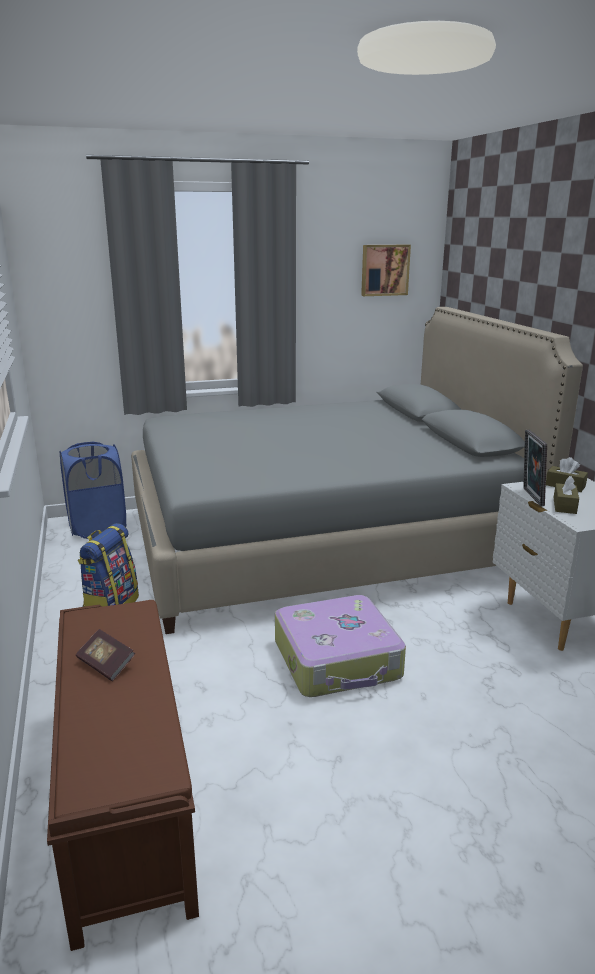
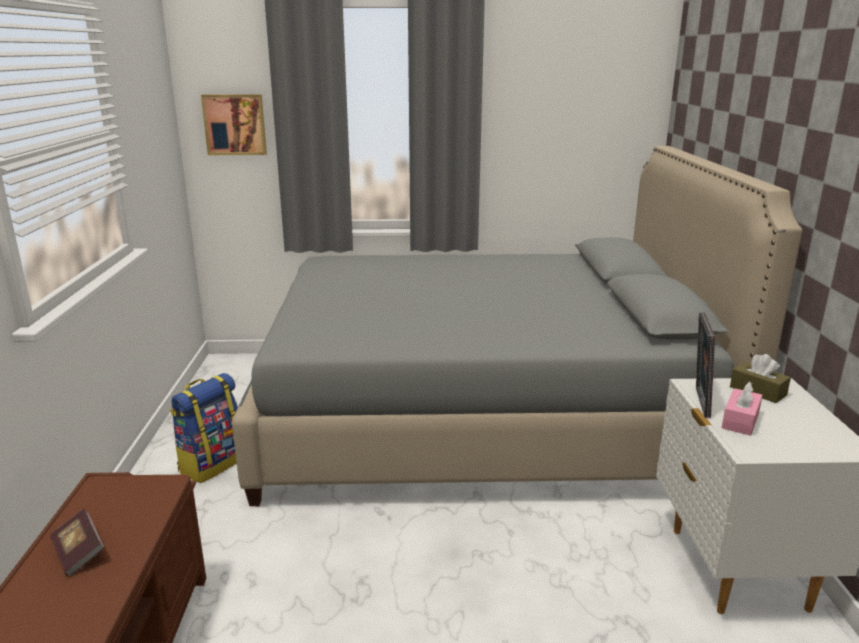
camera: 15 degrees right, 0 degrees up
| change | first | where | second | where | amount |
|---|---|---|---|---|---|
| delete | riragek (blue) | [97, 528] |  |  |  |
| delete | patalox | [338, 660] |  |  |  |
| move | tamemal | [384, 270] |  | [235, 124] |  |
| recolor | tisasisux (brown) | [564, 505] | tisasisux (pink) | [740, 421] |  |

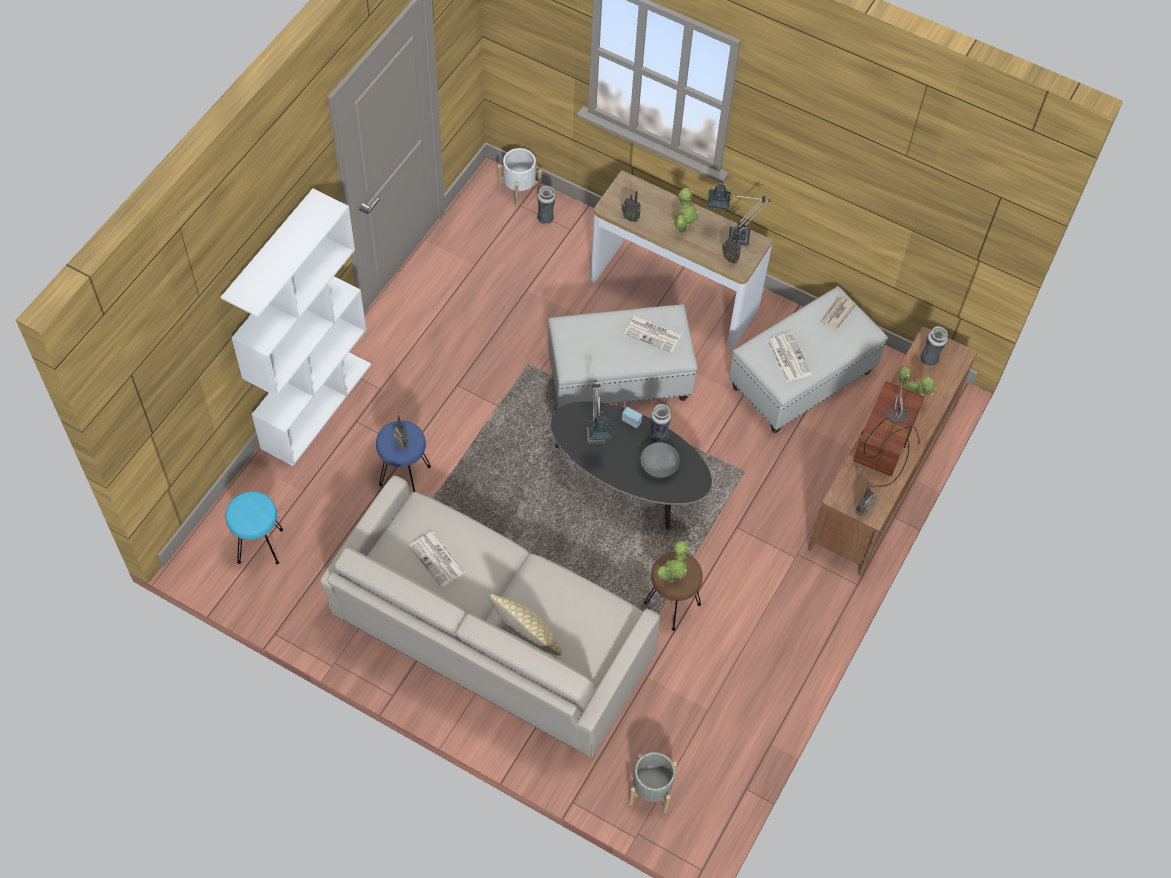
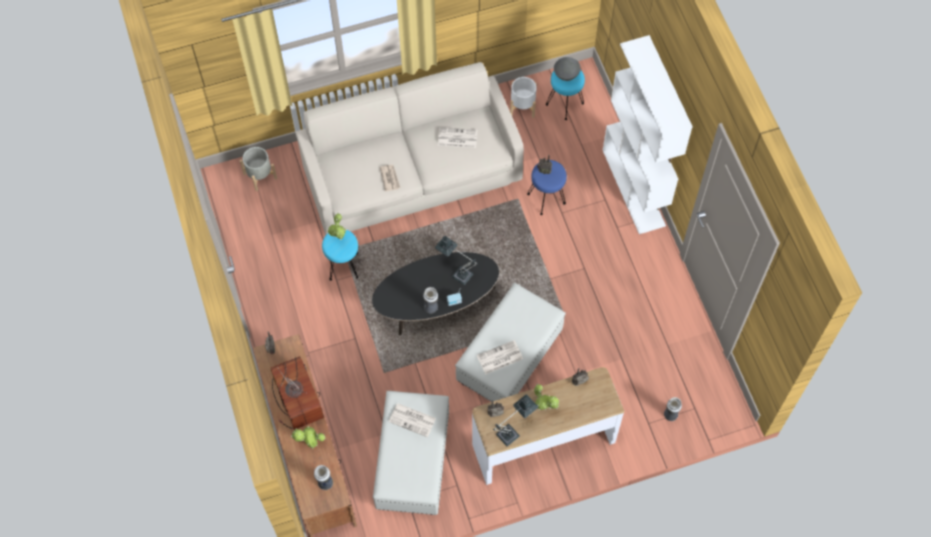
camera: 135 degrees right, 5 degrees up
| change | first | where | second | where | amount |
|---|---|---|---|---|---|
| delete | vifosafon | [527, 639] |  |  |  |
| move | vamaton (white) | [519, 190] |  | [522, 106] |  |
| move | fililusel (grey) | [659, 467] |  | [566, 74] |  |
| recolor | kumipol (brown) | [671, 604] | kumipol (turquoise) | [343, 266] |  |
| move | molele | [836, 314] |  | [390, 178] |  |

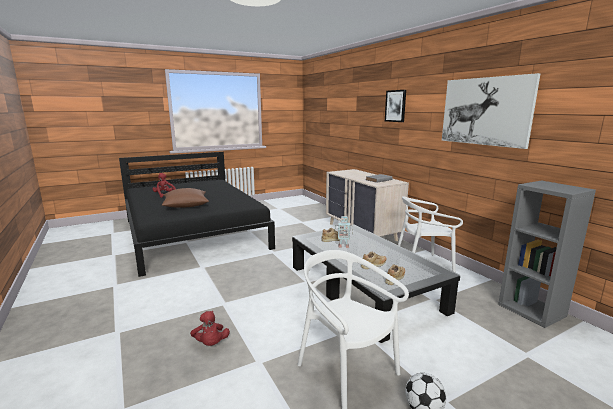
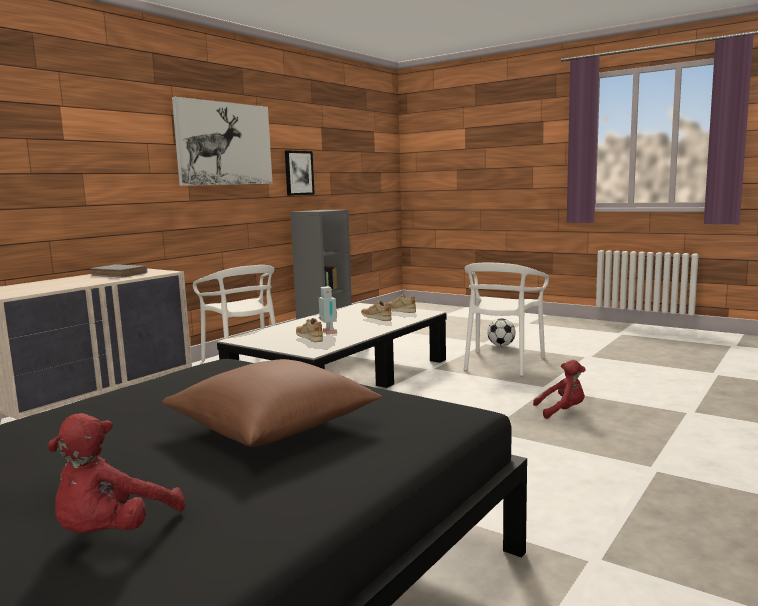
camera: 115 degrees left, 5 degrees down
| change | first | where | second | where | amount |
|---|---|---|---|---|---|
| rotate | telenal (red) | [210, 344] |  | [562, 411] | 45 degrees clockwise |
| move | tamemal | [395, 106] |  | [298, 173] |  |

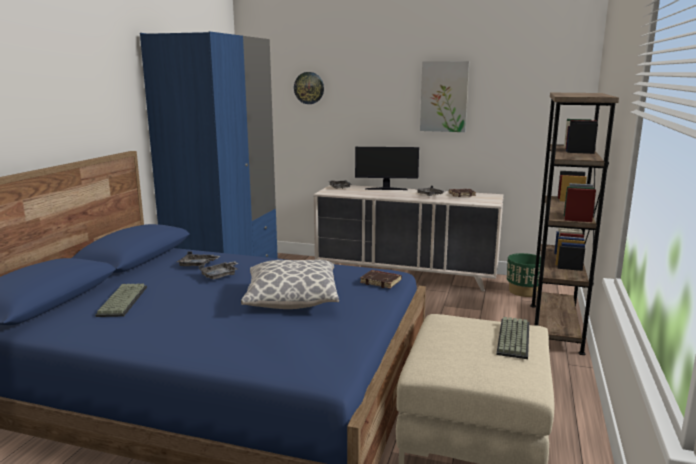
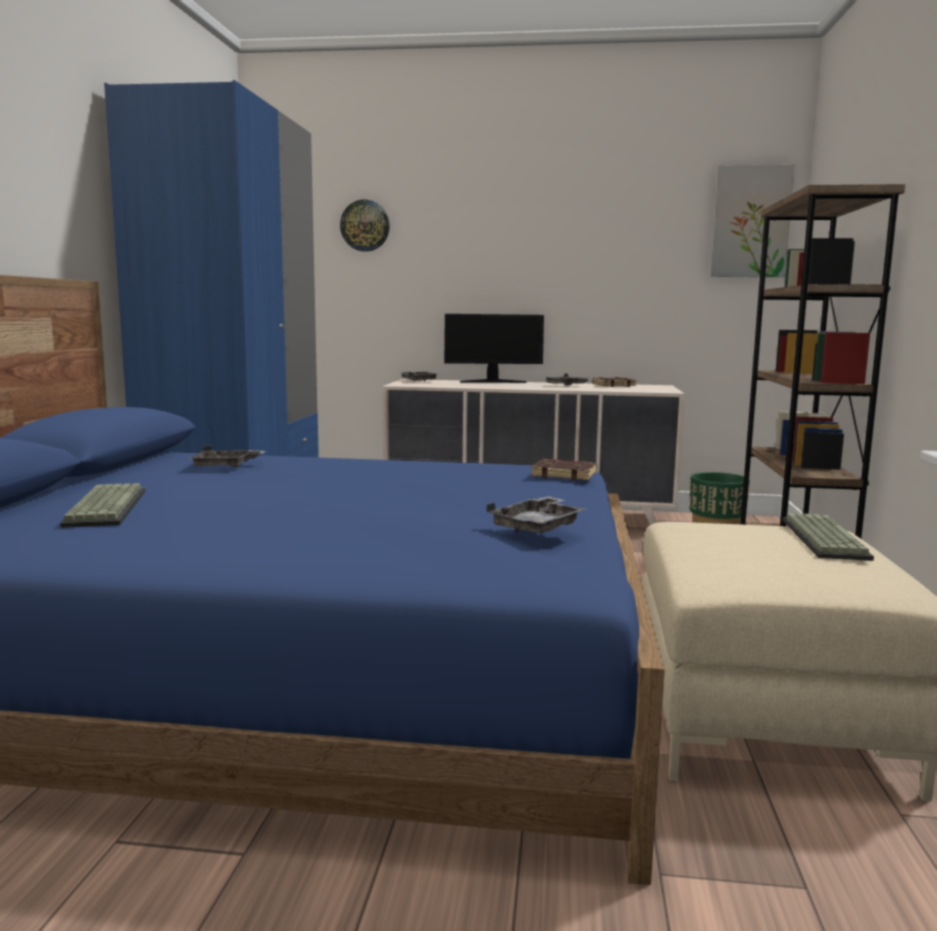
camera: 10 degrees left, 5 degrees down
| change | first | where | second | where | amount |
|---|---|---|---|---|---|
| move | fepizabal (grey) | [220, 275] |  | [538, 527] |  |
| delete | vifosafon | [291, 301] |  |  |  |
| move | tamemal | [444, 96] |  | [750, 222] |  |

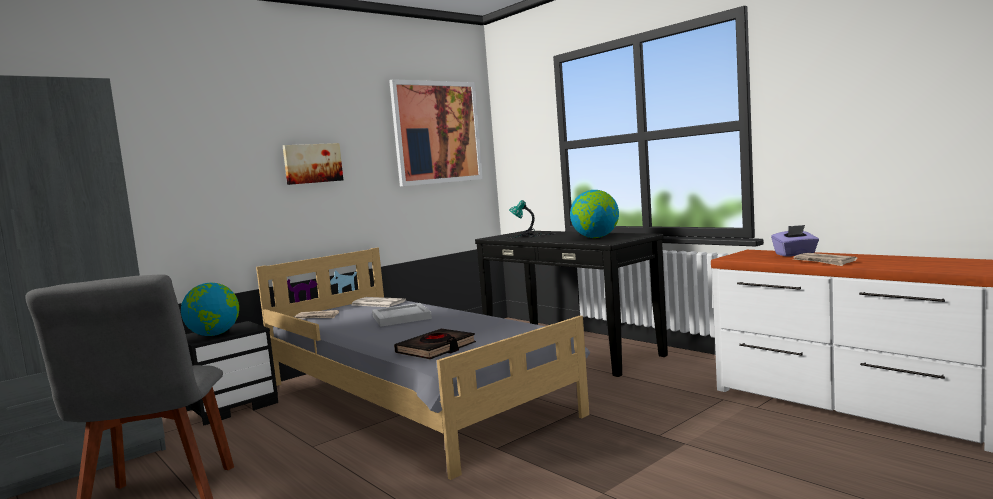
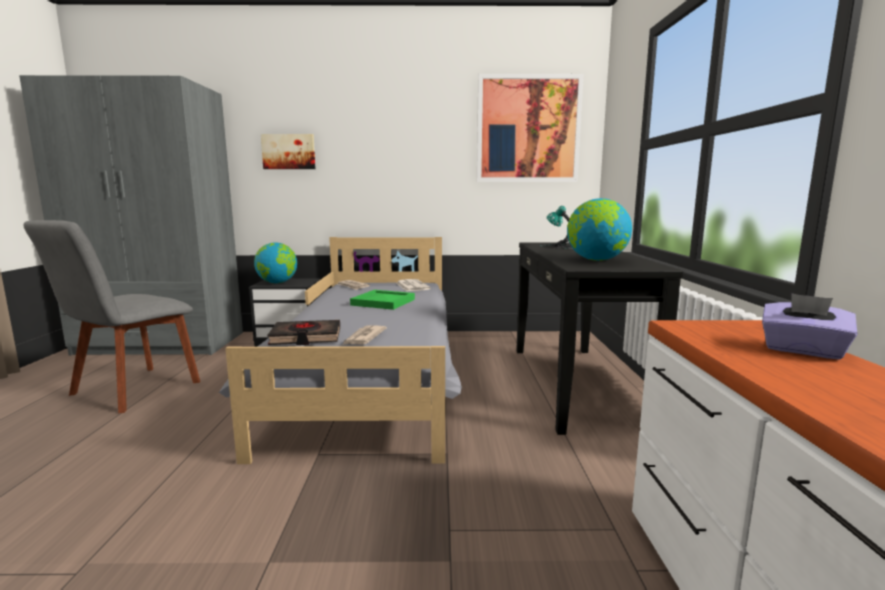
camera: 40 degrees right, 5 degrees up
| change | first | where | second | where | amount |
|---|---|---|---|---|---|
| move | tamemal | [312, 163] |  | [289, 152] |  |
| recolor | fepizabal (white) | [402, 317] | fepizabal (green) | [383, 302] |  |
| move | molele | [824, 262] |  | [363, 338] |  |

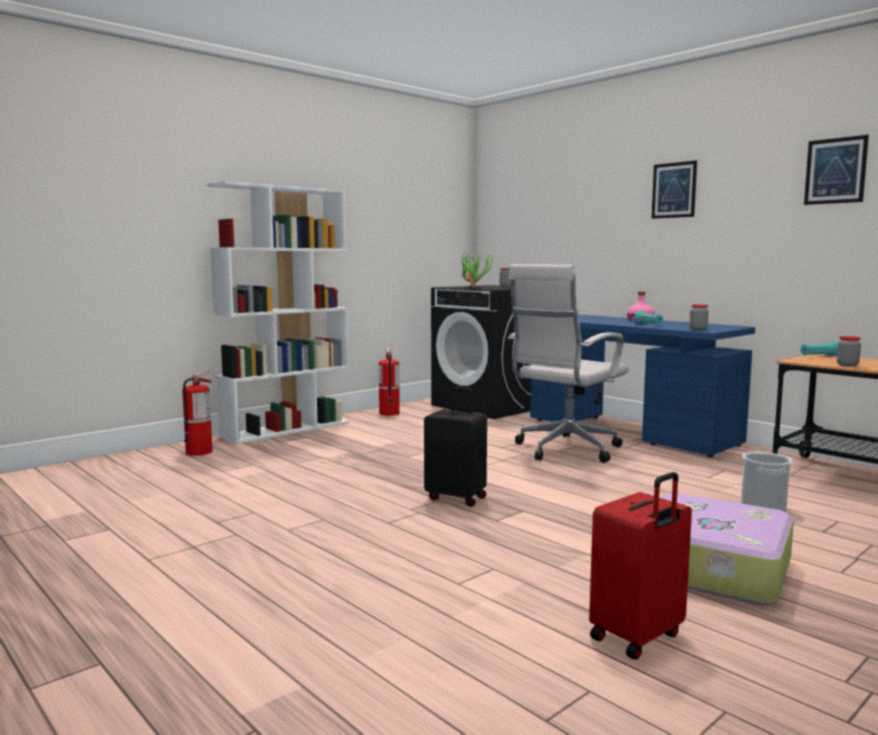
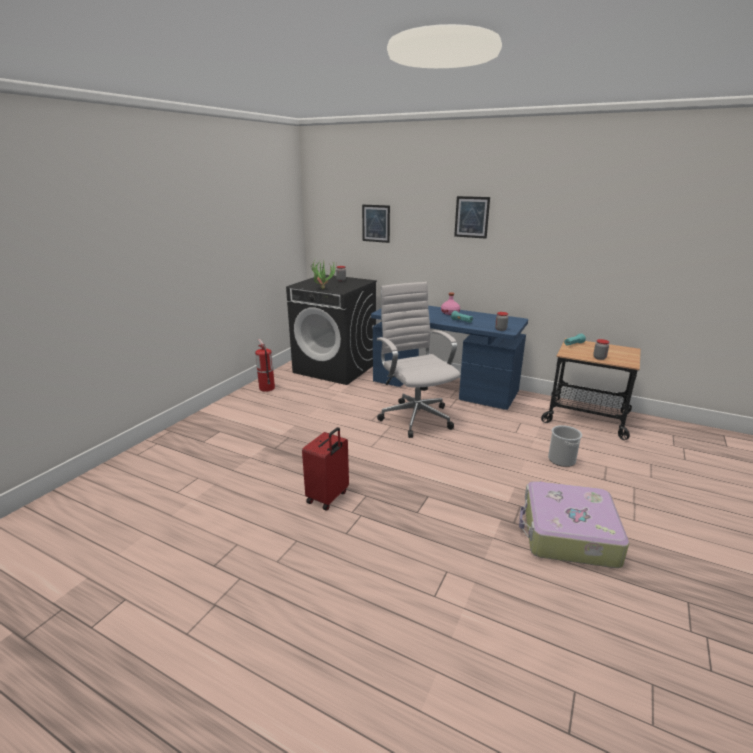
camera: 20 degrees left, 15 degrees up
| change | first | where | second | where | amount |
|---|---|---|---|---|---|
| delete | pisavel | [199, 452] |  |  |  |
| delete | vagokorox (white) | [287, 429] |  |  |  |
| delete | patalox (black) | [457, 498] |  |  |  |
| rotate | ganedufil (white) | [564, 450] |  | [415, 417] | 135 degrees clockwise |
| move | patalox (red) | [638, 637] |  | [328, 497] |  |
| move | tamemal | [835, 171] |  | [376, 223] |  |

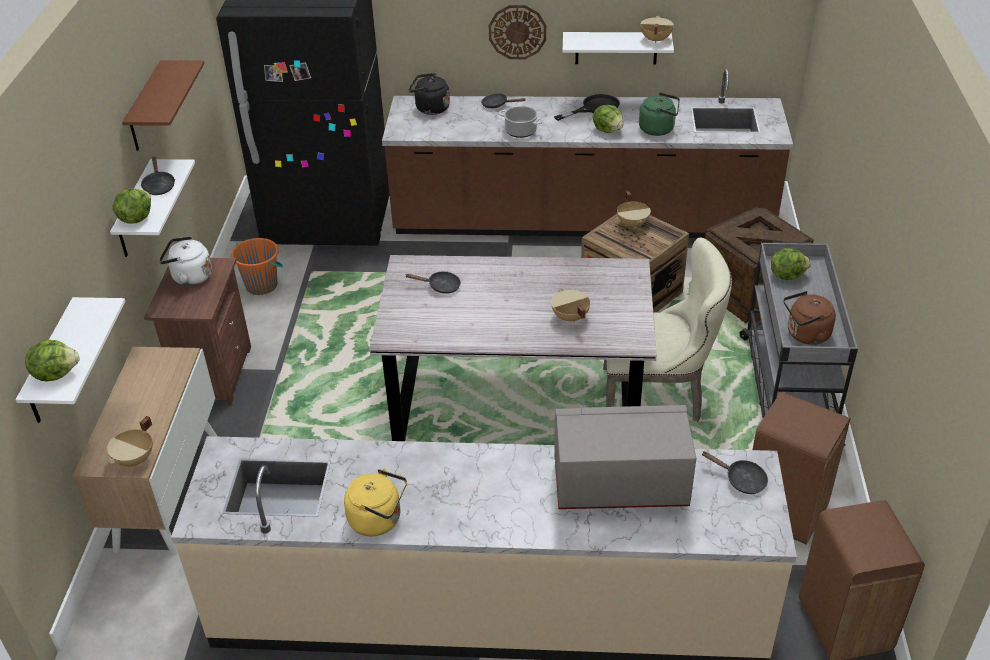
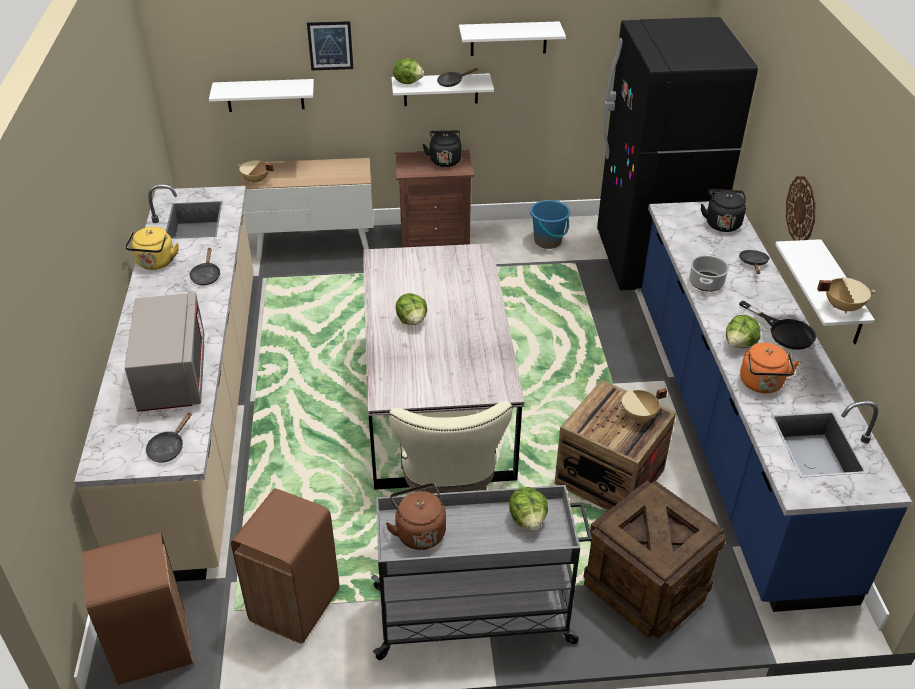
camera: 80 degrees right, 0 degrees up
| change | first | where | second | where | amount |
|---|---|---|---|---|---|
| move | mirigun | [56, 373] |  | [412, 321] |  |
| recolor | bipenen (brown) | [146, 107] | bipenen (white) | [508, 38] |  |
| recolor | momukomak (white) | [189, 277] | momukomak (black) | [444, 160] |  |
| recolor | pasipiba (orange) | [262, 285] | pasipiba (blue) | [548, 241] |  |
| recolor | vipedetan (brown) | [581, 222] | vipedetan (blue) | [729, 429] |  |
| move | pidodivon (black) | [440, 286] |  | [206, 276] |  |
| delete | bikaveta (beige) | [569, 318] |  |  |  |
| recolor | momukomak (green) | [659, 129] | momukomak (orange) | [762, 384] |  |
| insert |  |  | tamemal | [330, 45] |  |

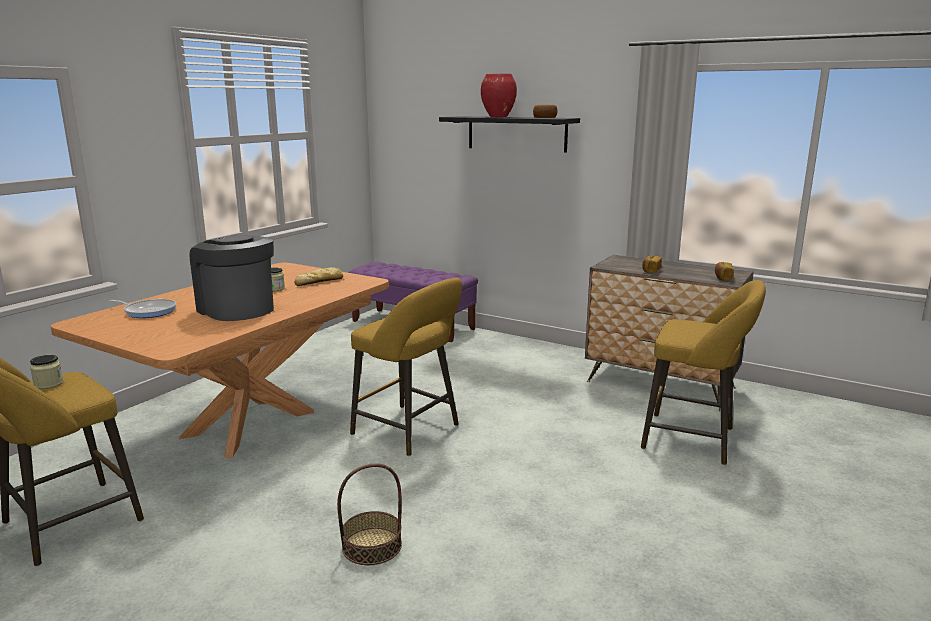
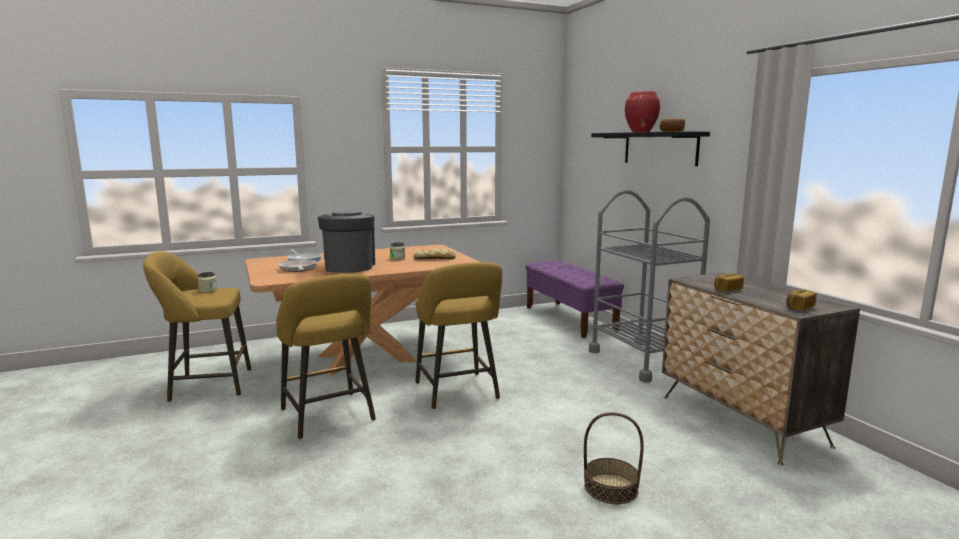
camera: 35 degrees right, 5 degrees down
| change | first | where | second | where | amount |
|---|---|---|---|---|---|
| move | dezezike | [372, 546] |  | [610, 488] |  |
| move | kumipol (yellow) | [694, 440] |  | [329, 417] |  |
| insert |  |  | pidodivon | [298, 269] |  |
| insert |  |  | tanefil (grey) | [642, 360] |  |

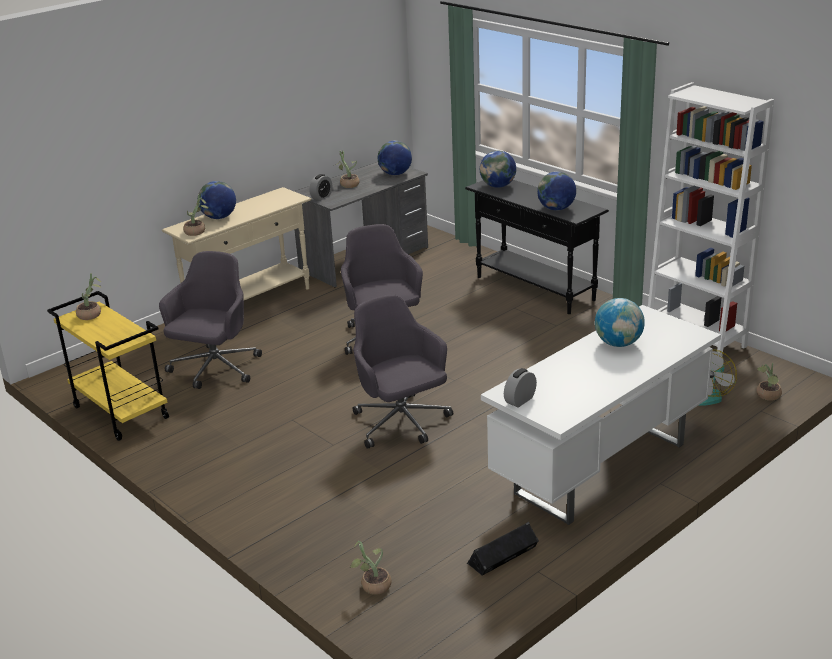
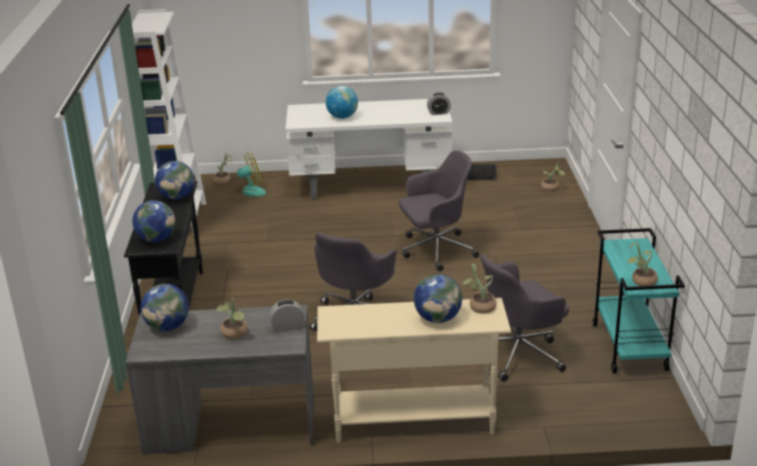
camera: 140 degrees left, 0 degrees up
| change | first | where | second | where | amount |
|---|---|---|---|---|---|
| recolor | tanefil (yellow) | [119, 412] | tanefil (turquoise) | [630, 347] |  |
| rotate | ganedufil (grey) | [402, 423] |  | [435, 250] | 120 degrees counterclockwise |

